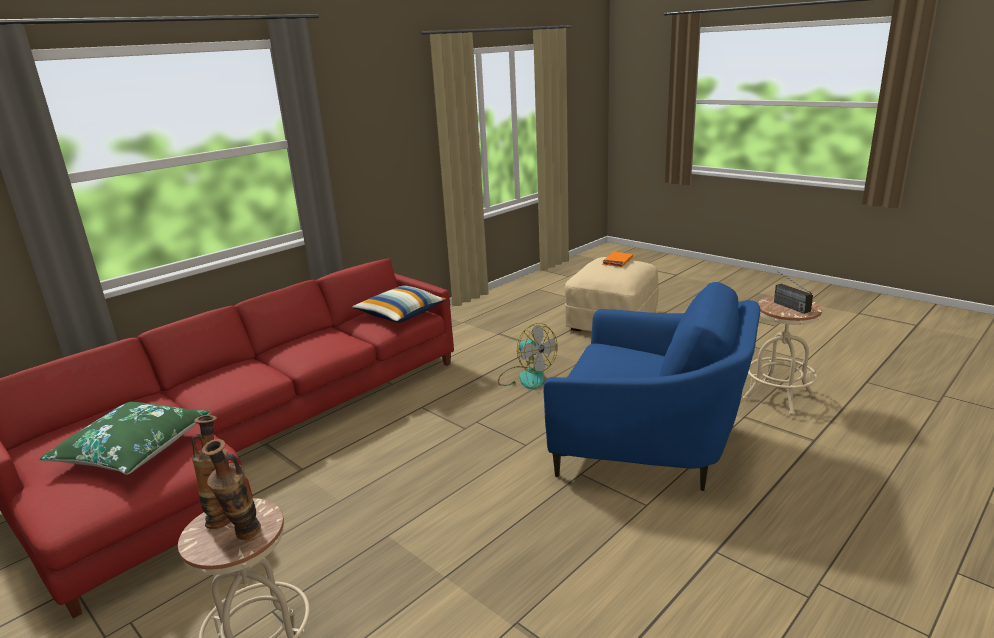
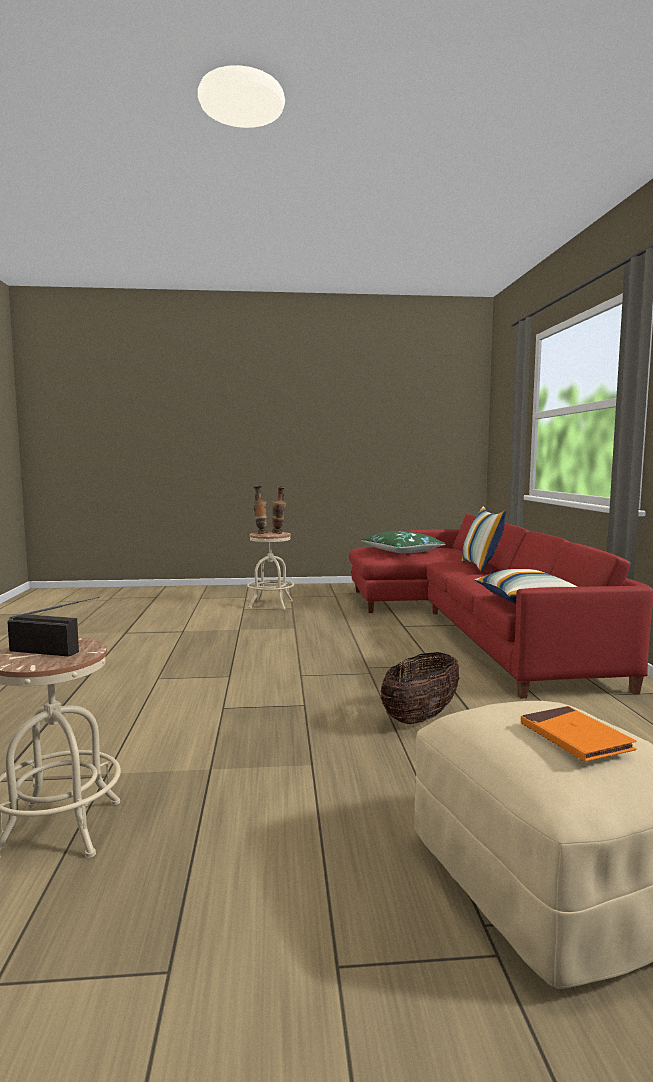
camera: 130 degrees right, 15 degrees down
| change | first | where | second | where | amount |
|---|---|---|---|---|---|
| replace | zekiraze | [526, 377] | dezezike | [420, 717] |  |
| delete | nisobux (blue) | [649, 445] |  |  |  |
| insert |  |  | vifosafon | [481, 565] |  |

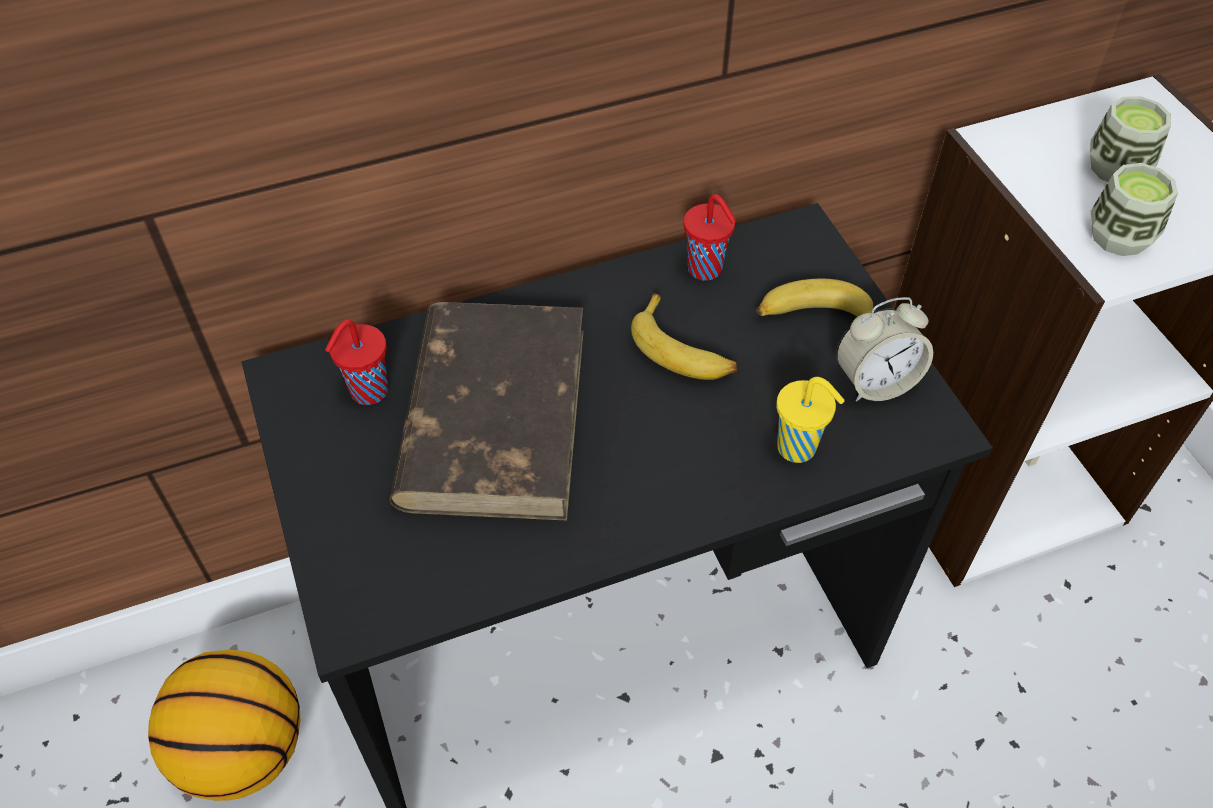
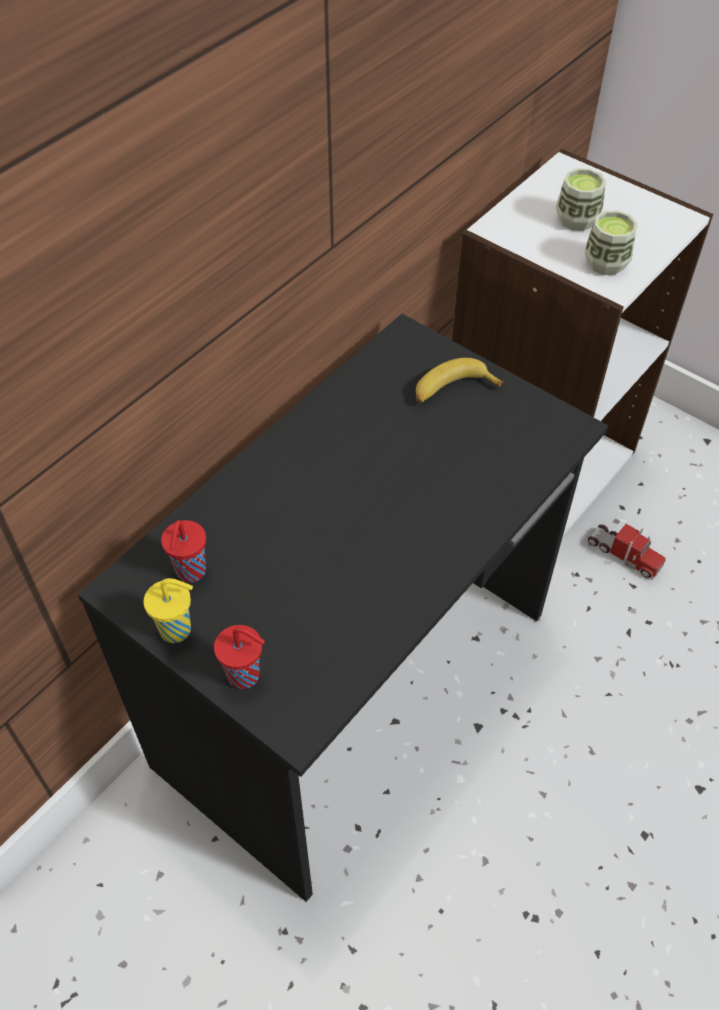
camera: 30 degrees left, 0 degrees up
| change | first | where | second | where | amount |
|---|---|---|---|---|---|
| delete | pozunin | [243, 749] |  |  |  |
| delete | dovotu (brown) | [494, 414] |  |  |  |
| delete | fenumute | [683, 350] |  |  |  |
| move | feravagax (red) | [706, 270] |  | [245, 676] |  |
| move | feravagax (yellow) | [799, 448] |  | [178, 630] |  |
| delete | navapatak | [875, 382] |  |  |  |
| insert |  |  | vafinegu | [624, 555] |  |

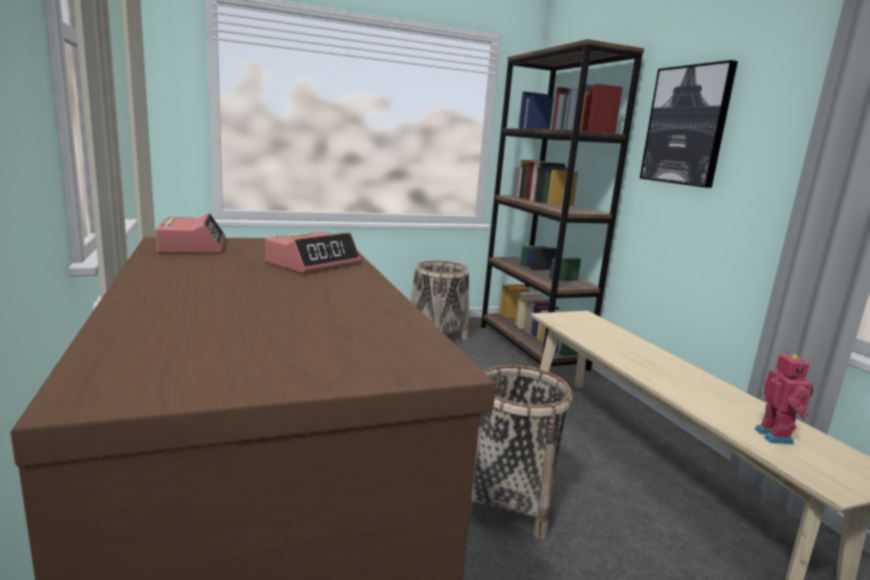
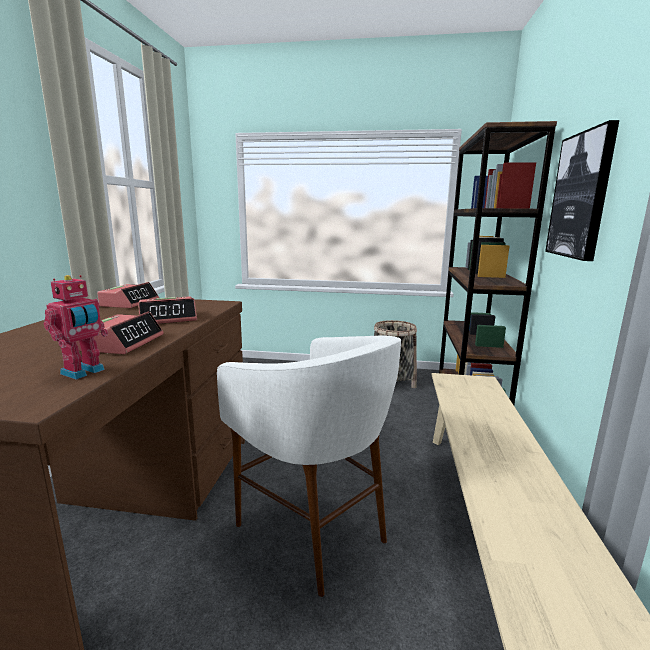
camera: 30 degrees right, 0 degrees up
| change | first | where | second | where | amount |
|---|---|---|---|---|---|
| replace | dezezike | [508, 503] | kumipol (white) | [313, 531] |  |
| move | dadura | [776, 436] |  | [84, 372] |  |
| insert |  |  | navapatak | [122, 343] |  |

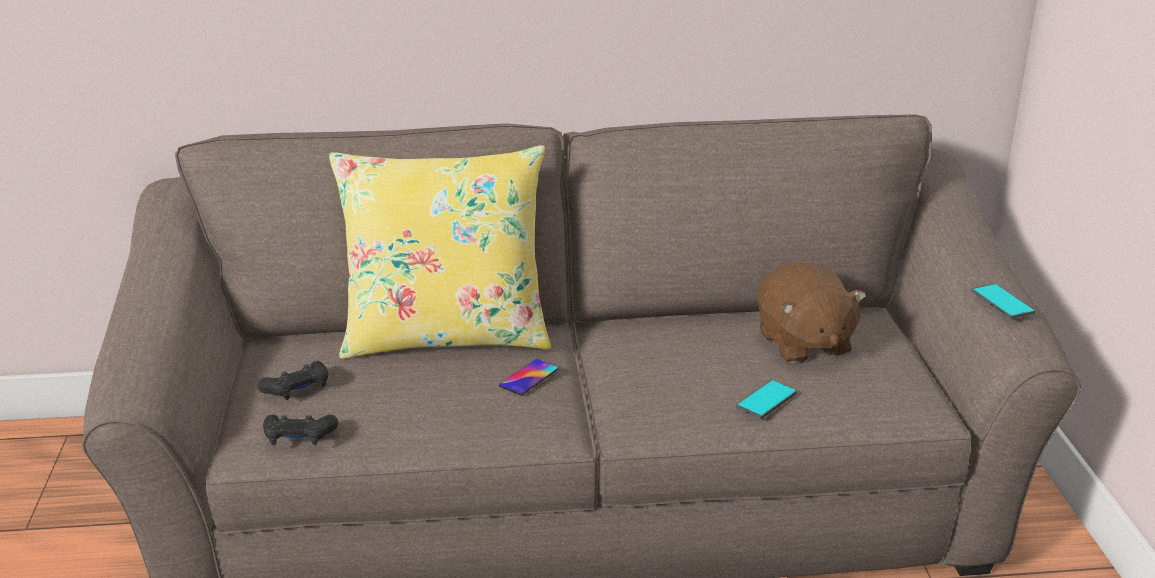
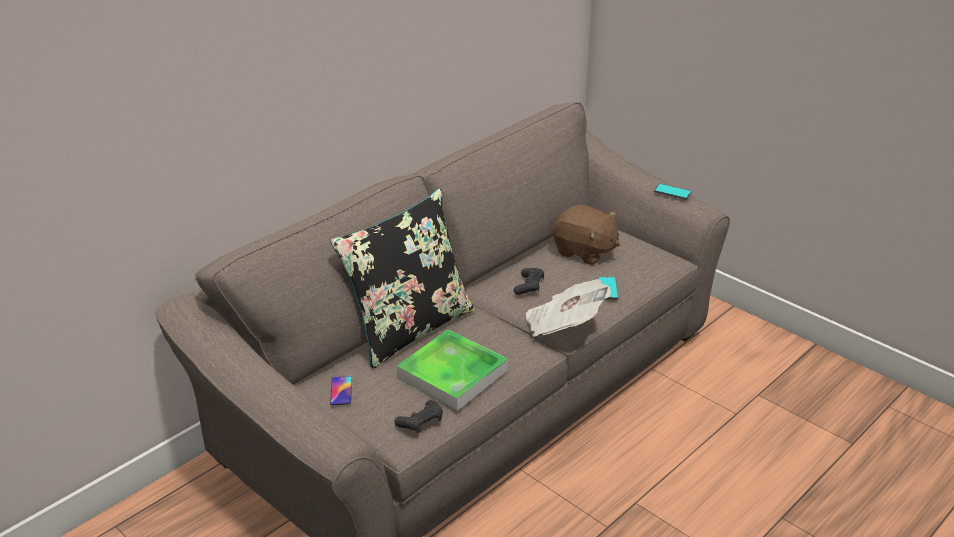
camera: 40 degrees left, 5 degrees up
| change | first | where | second | where | amount |
|---|---|---|---|---|---|
| move | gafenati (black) | [297, 389] |  | [529, 286] |  |
| recolor | vifosafon (yellow) | [446, 336] | vifosafon (black) | [409, 329] |  |
| move | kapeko | [529, 377] |  | [341, 391] |  |
| insert |  |  | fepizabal | [452, 374] |  |
| insert |  |  | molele | [564, 325] |  |

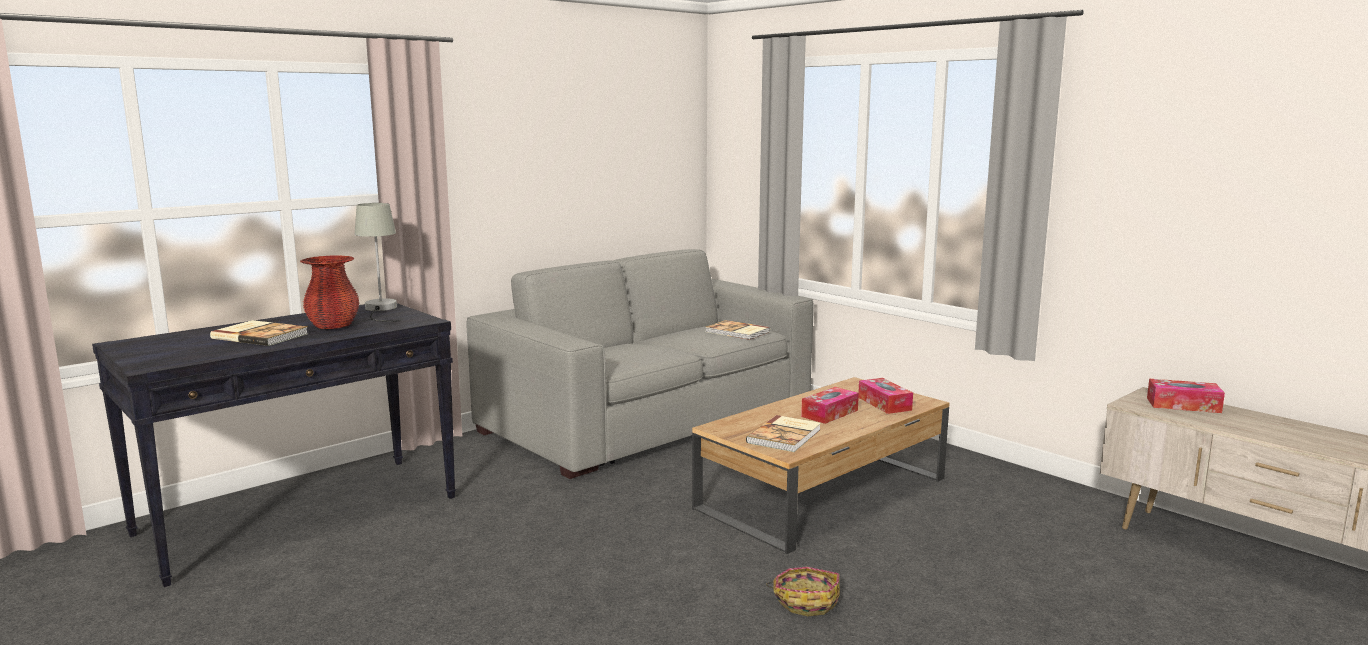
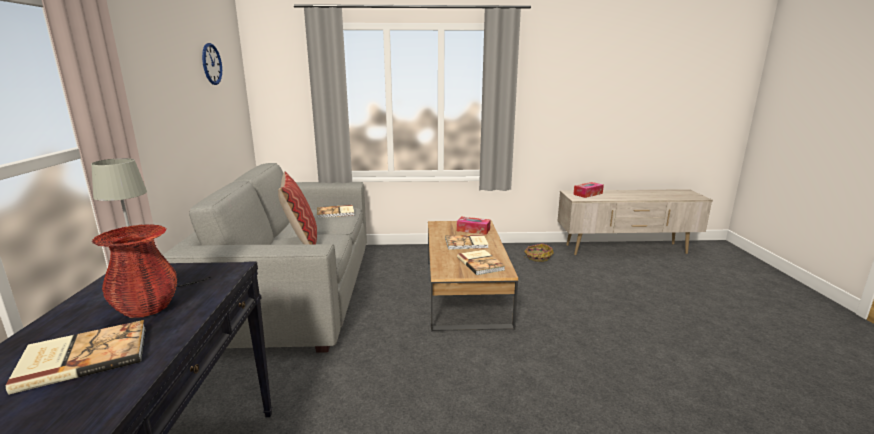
camera: 50 degrees left, 5 degrees up
| change | first | where | second | where | amount |
|---|---|---|---|---|---|
| move | dezezike | [805, 601] |  | [537, 257] |  |
| replace | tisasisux | [829, 413] | dovotu | [467, 243] |  |
| insert |  |  | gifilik | [211, 64] |  |
| insert |  |  | vifosafon | [301, 242] |  |

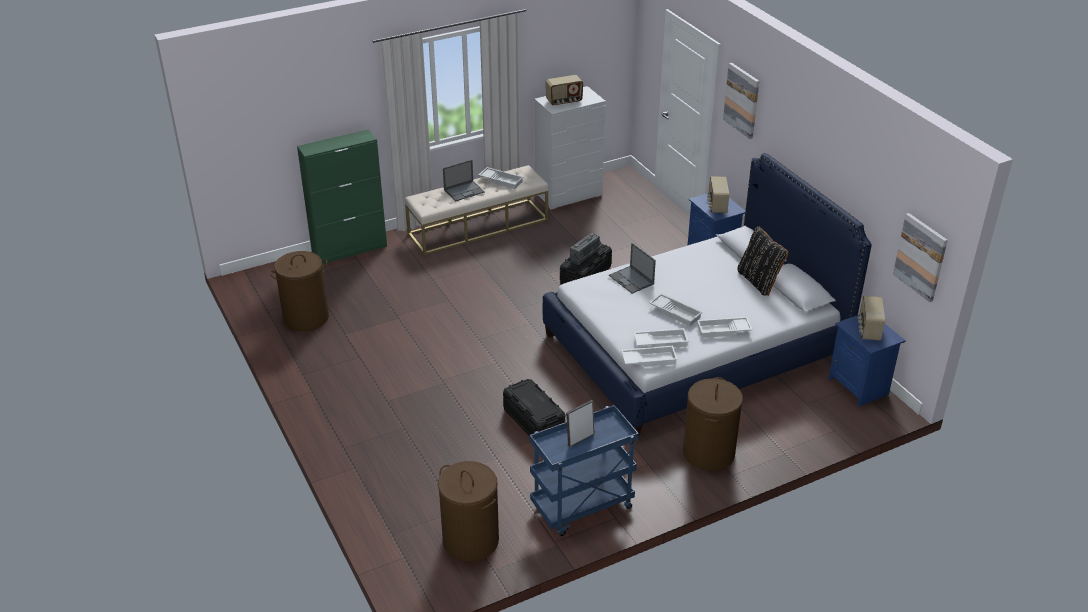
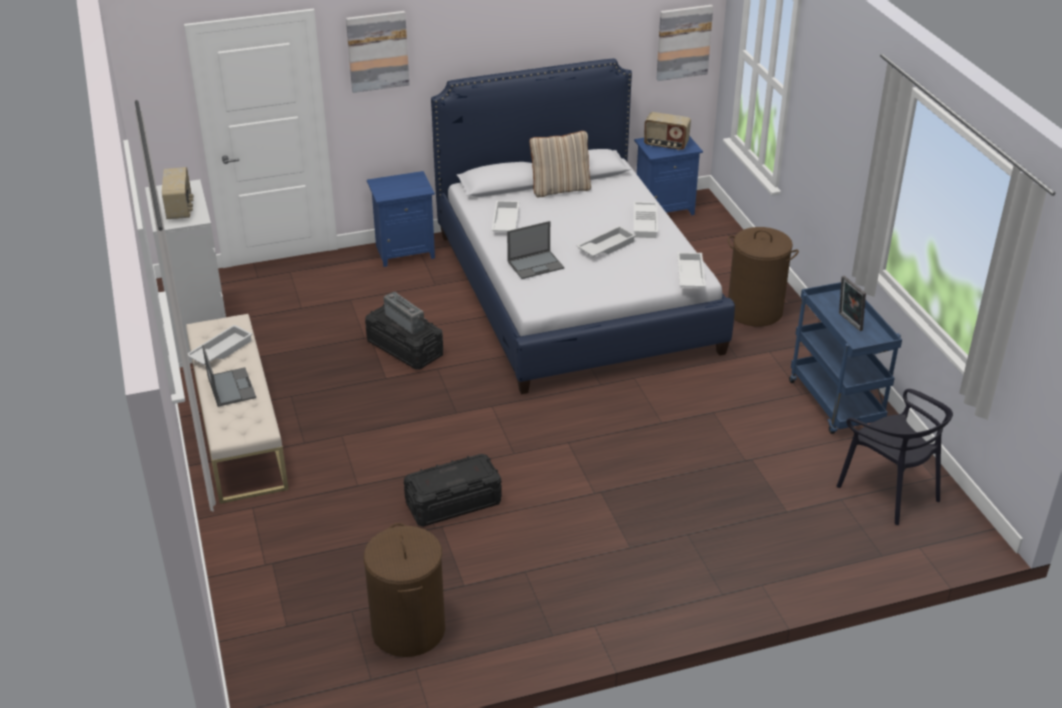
camera: 80 degrees left, 0 degrees up
| change | first | where | second | where | amount |
|---|---|---|---|---|---|
| delete | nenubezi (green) | [350, 250] |  |  |  |
| replace | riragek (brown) | [470, 540] | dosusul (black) | [889, 491] |  |
| move | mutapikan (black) | [534, 421] |  | [453, 503] |  |
| move | fepizabal (white) | [660, 341] |  | [504, 221] |  |
| delete | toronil | [717, 205] |  |  |  |
| recolor | vifosafon (black) | [759, 281] | vifosafon (beige) | [560, 189] |  |

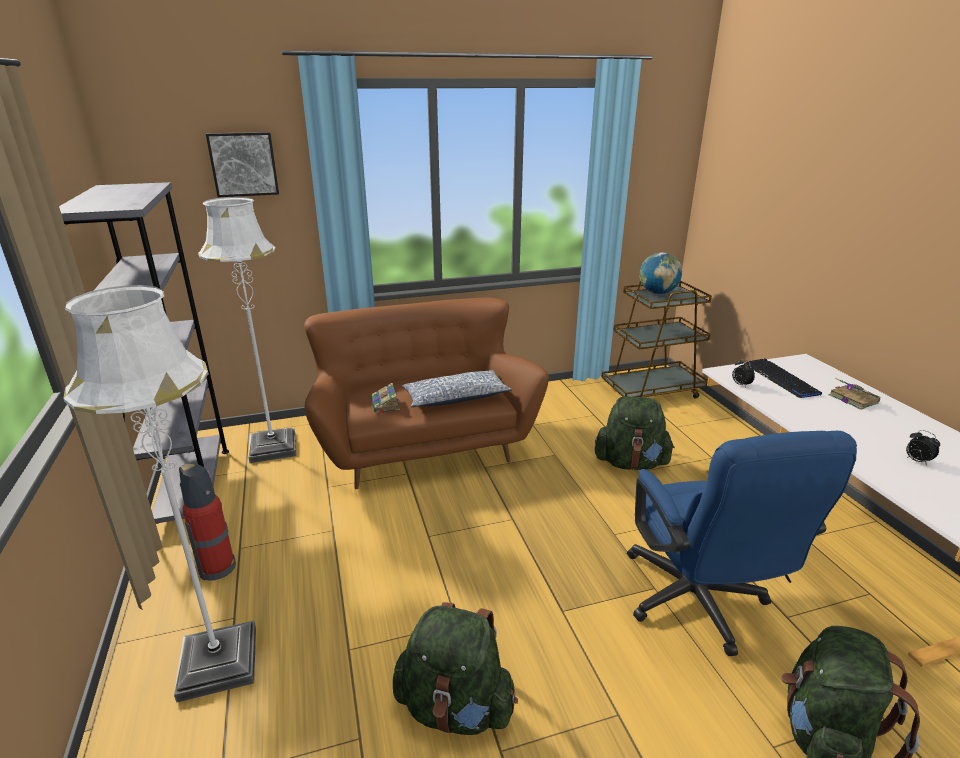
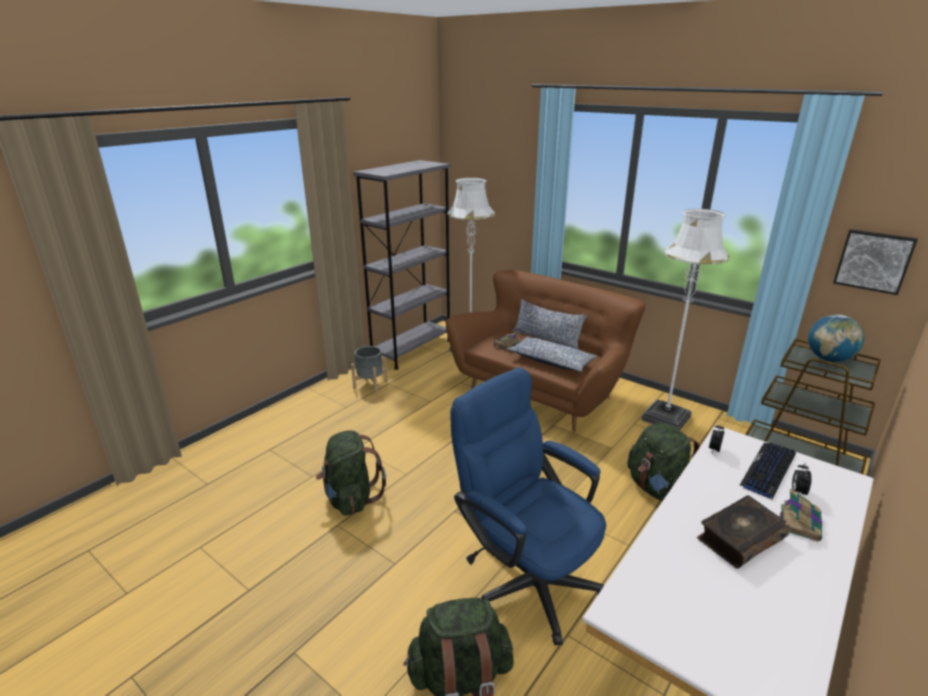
camera: 55 degrees right, 0 degrees up
| change | first | where | second | where | amount |
|---|---|---|---|---|---|
| move | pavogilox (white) | [219, 662] |  | [666, 418] |  |
| replace | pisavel | [216, 567] | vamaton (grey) | [370, 385] |  |
| move | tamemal | [243, 164] |  | [873, 261] |  |
| rotate | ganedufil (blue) | [699, 605] |  | [526, 577] | 90 degrees clockwise |
| move | navapatak | [916, 461] |  | [797, 491] |  |
| insert |  |  | vifosafon | [546, 339] |  |
| insert |  |  | dovotu | [739, 538] |  |

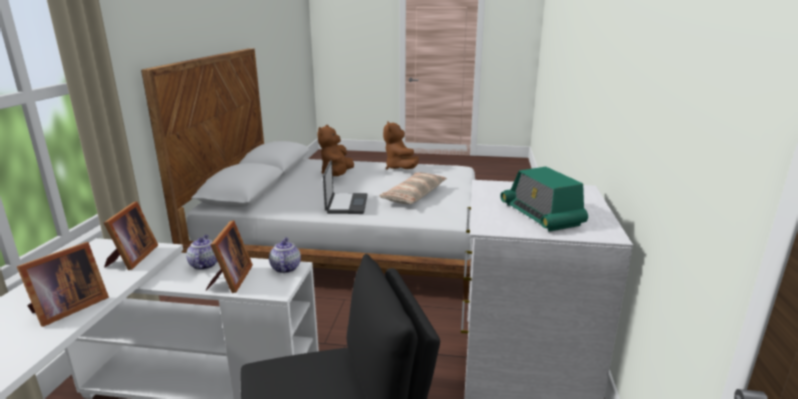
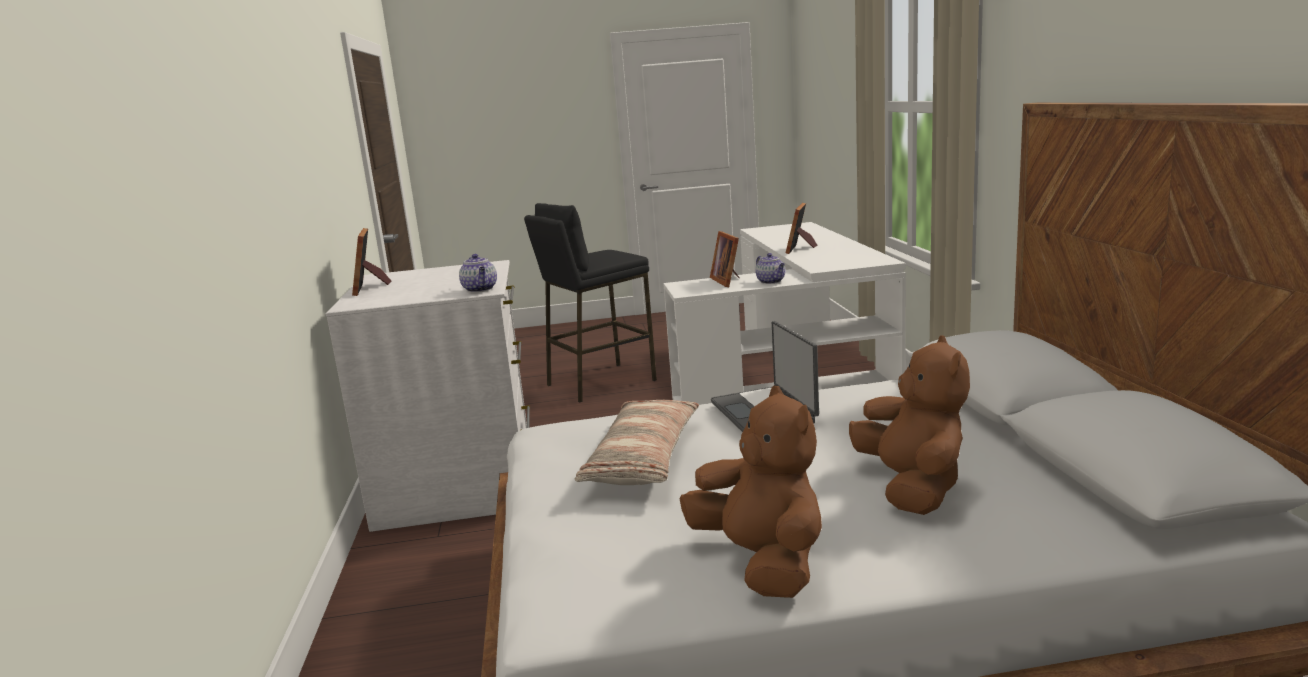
camera: 165 degrees right, 5 degrees down
| change | first | where | second | where | amount |
|---|---|---|---|---|---|
| move | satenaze | [132, 258] |  | [371, 288] |  |
| move | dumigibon | [285, 268] |  | [480, 289] |  |
| delete | toronil | [541, 215] |  |  |  |

